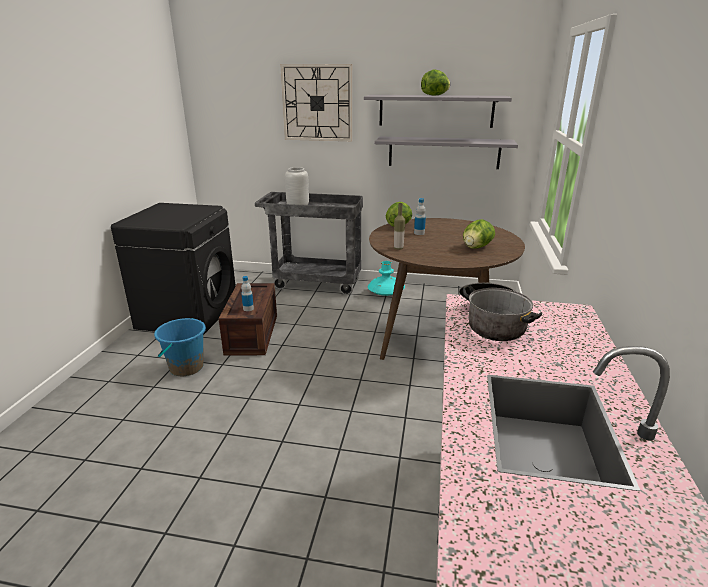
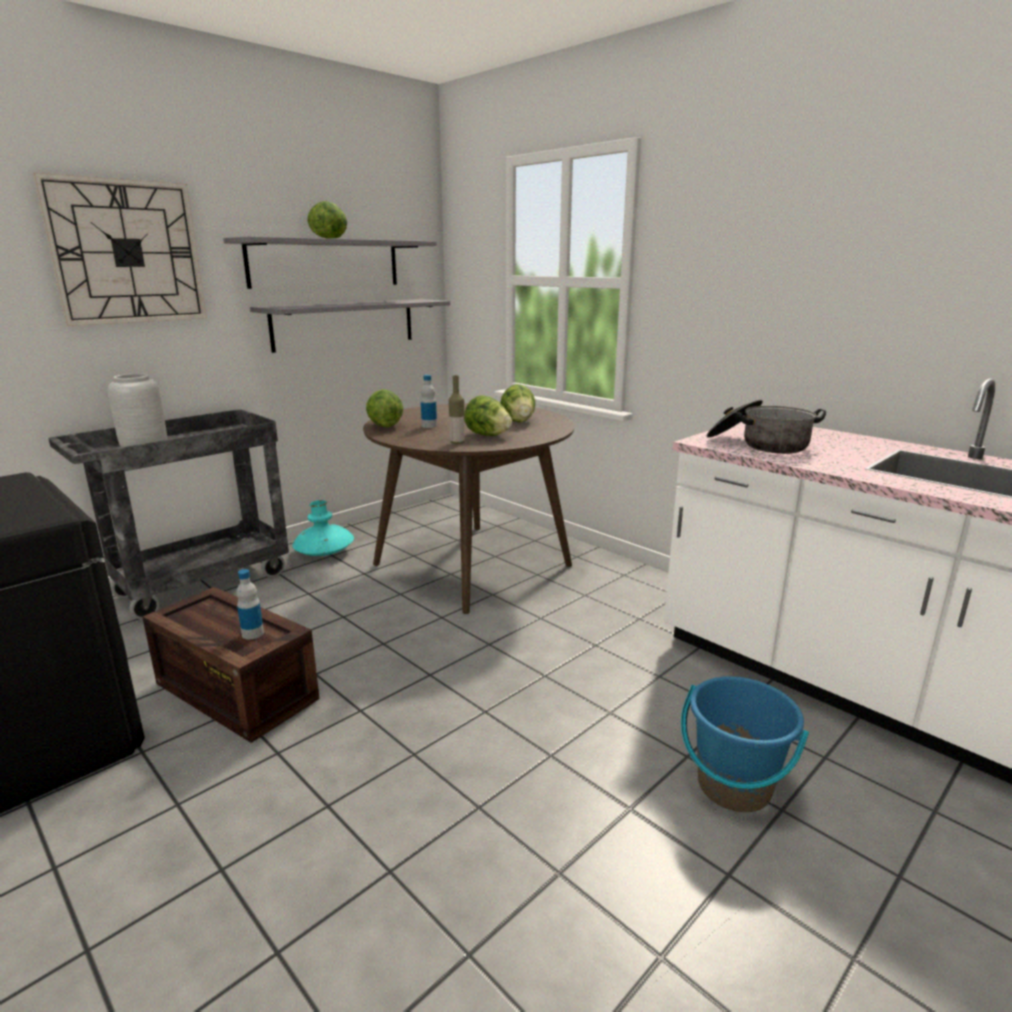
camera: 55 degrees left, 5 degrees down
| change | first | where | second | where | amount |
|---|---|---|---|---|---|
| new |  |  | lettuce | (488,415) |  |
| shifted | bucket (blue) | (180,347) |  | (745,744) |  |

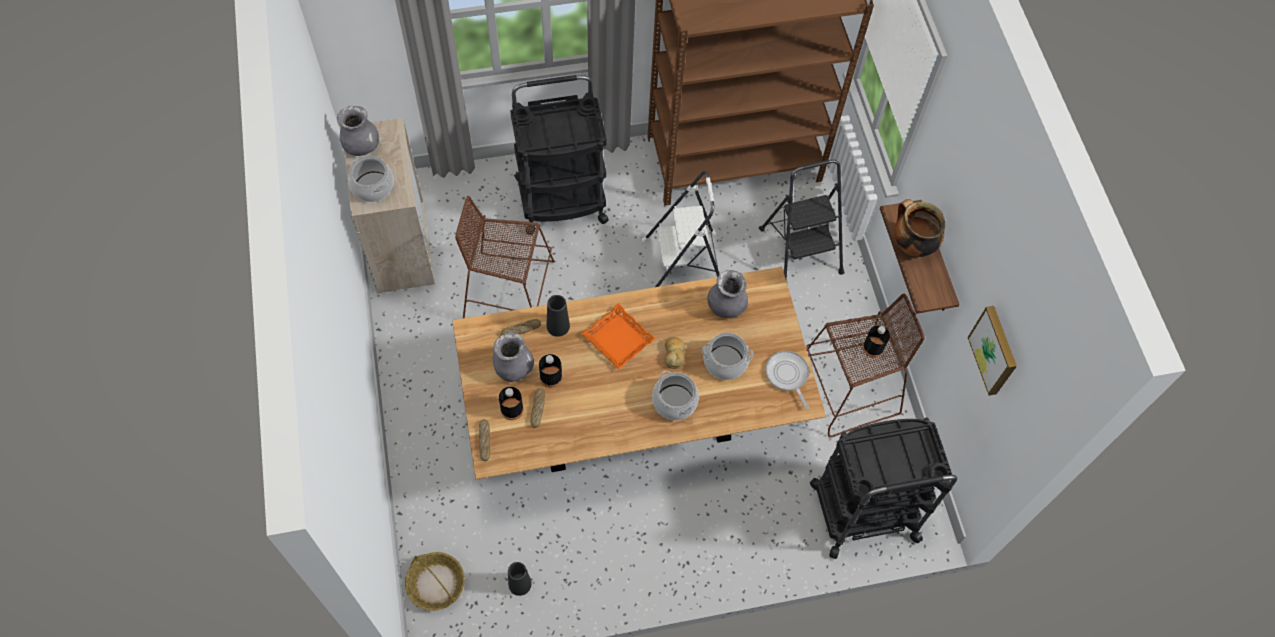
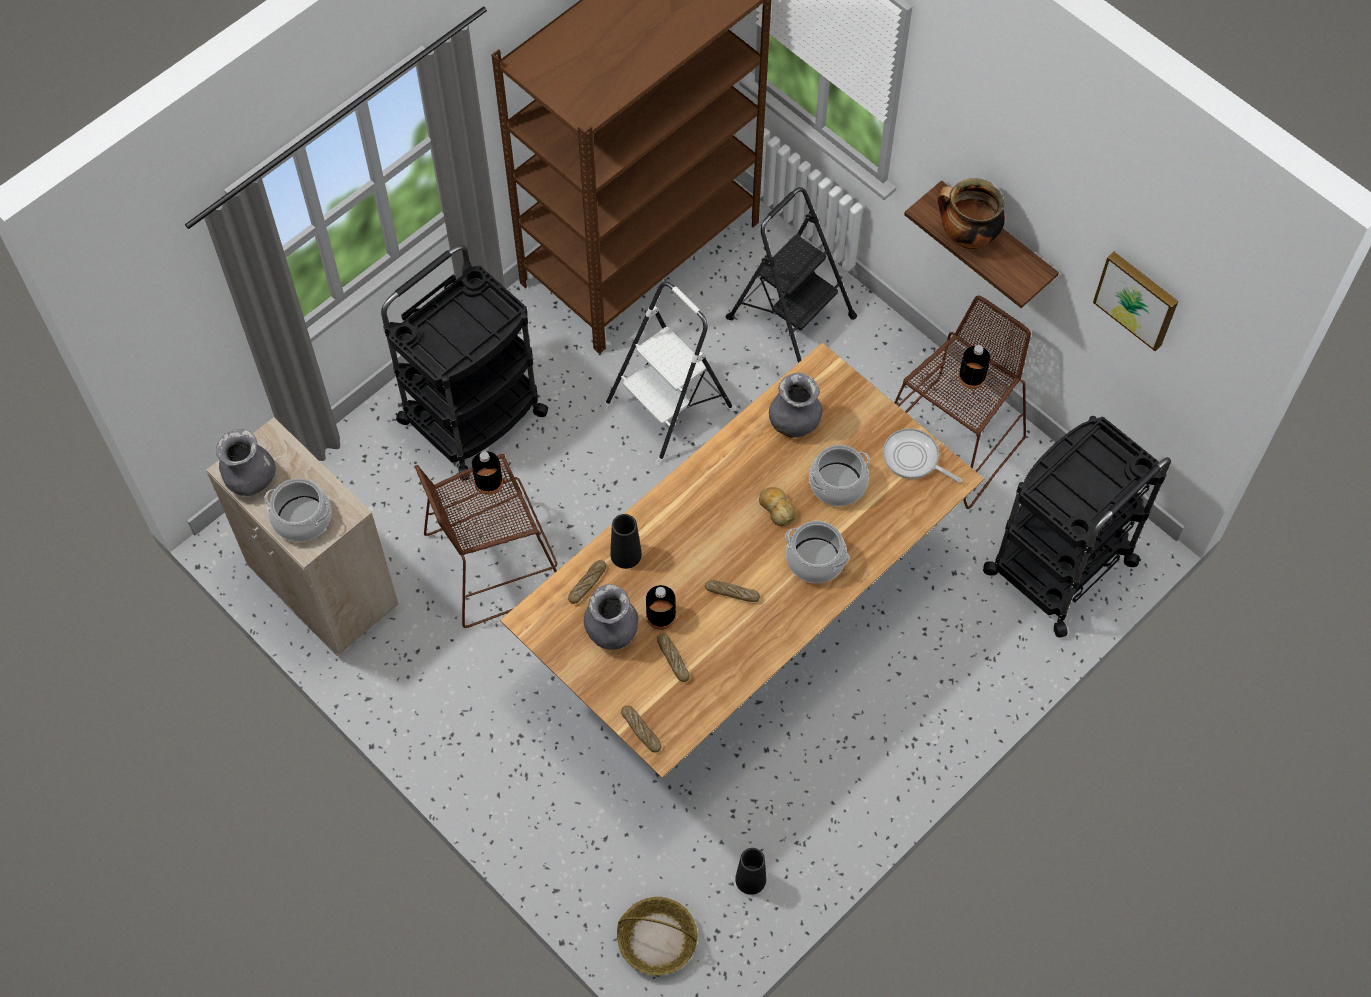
camera: 30 degrees left, 0 degrees up
| change | first | where | second | where | amount |
|---|---|---|---|---|---|
| gone | tray (orange) | (618,336) |  |  |  |
| new |  |  | bread | (732,591) |  |
| shifted | bottle (black) | (511,403) |  | (487,473) |  |

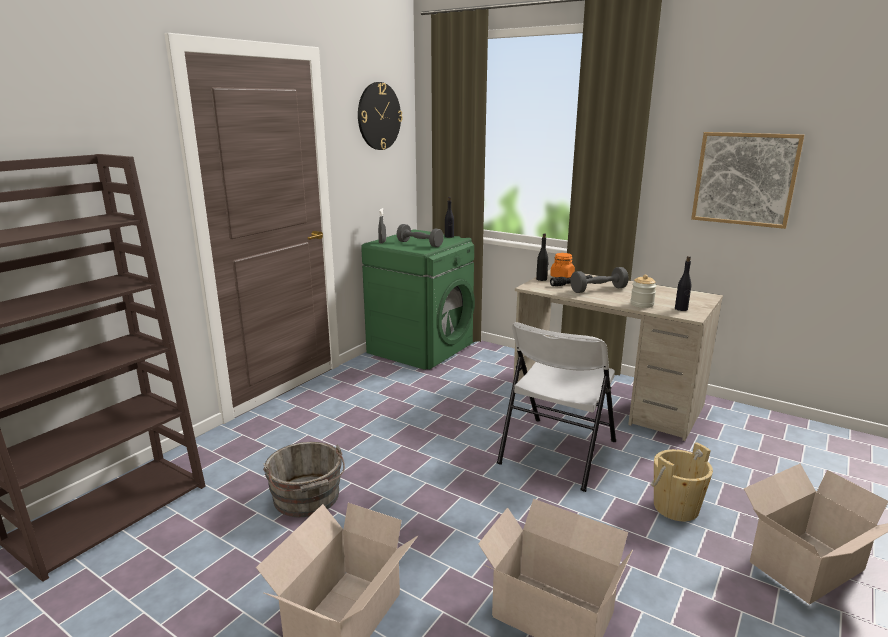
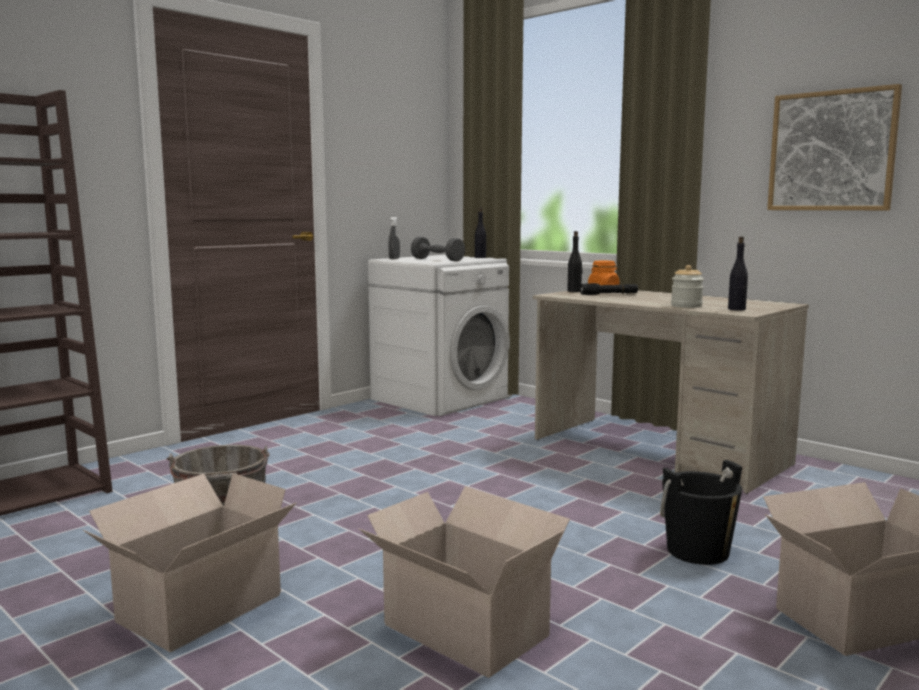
camera: 10 degrees right, 10 degrees down
| change | first | where | second | where | amount |
|---|---|---|---|---|---|
| gone | wall clock | (380,116) |  |  |  |
| gone | chair (white) | (556,407) |  |  |  |
| gone | dumbbell (grey) | (599,280) |  |  |  |
| repainted | washing machine (green) | (418,299) | washing machine (white) | (440,335) |  |
| repainted | bucket (beige) | (682,481) | bucket (black) | (701,512) |  |

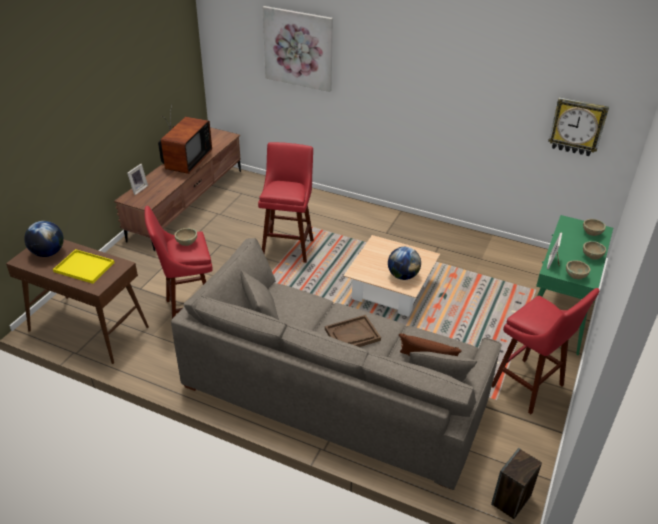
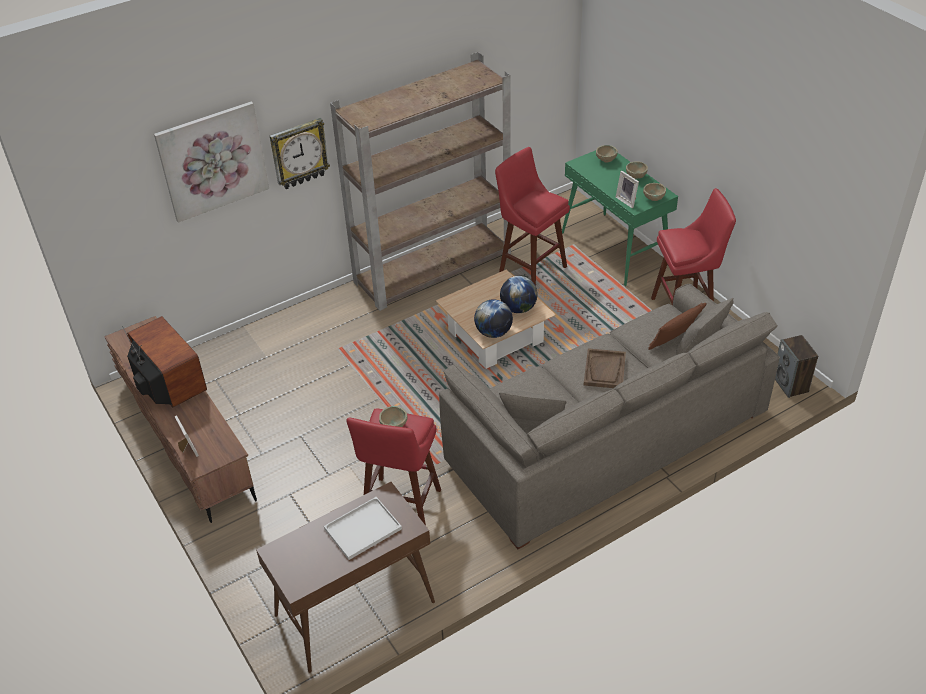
camera: 55 degrees left, 5 degrees up
| change | first | where | second | where | amount |
|---|---|---|---|---|---|
| new |  |  | bookcase (brown) | (420,181) |  |
| shifted | globe | (44,239) |  | (493,318) |  |
| shifted | stool (red) | (286,202) |  | (532,216) |  |
| shifted | wall clock | (578,126) |  | (300,153) |  |
| repainted | tray (yellow) | (84,266) | tray (white) | (363,528) |  |

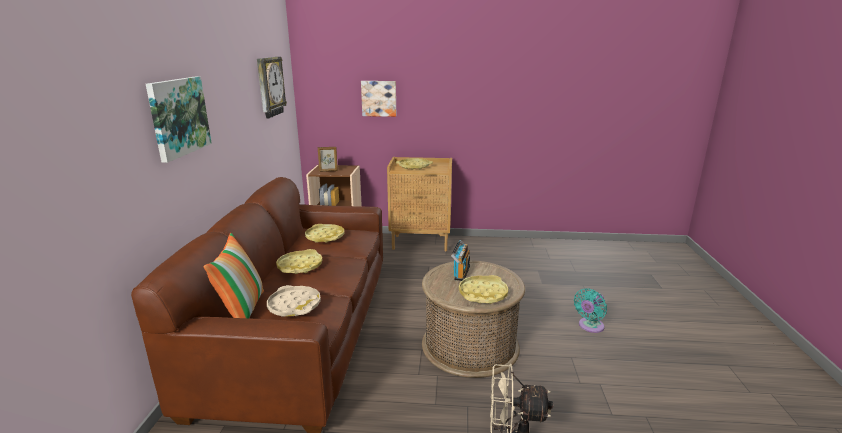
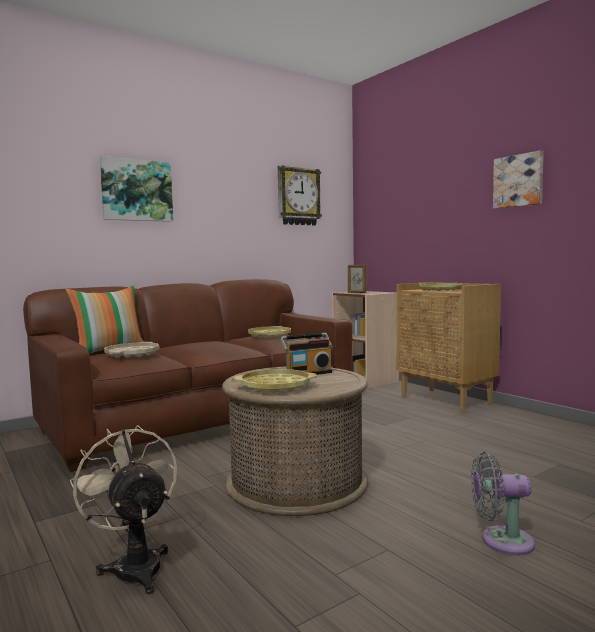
camera: 50 degrees right, 15 degrees down
| change | first | where | second | where | amount |
|---|---|---|---|---|---|
| gone | tray (yellow) | (299,261) |  |  |  |
| shifted | picture | (378,99) |  | (518,179) |  |
| repainted | fan (turquoise) | (590,310) | fan (grey) | (503,503) |  |

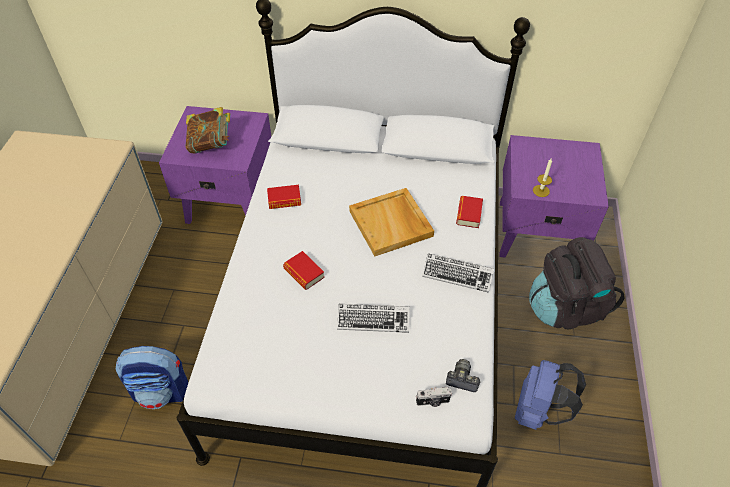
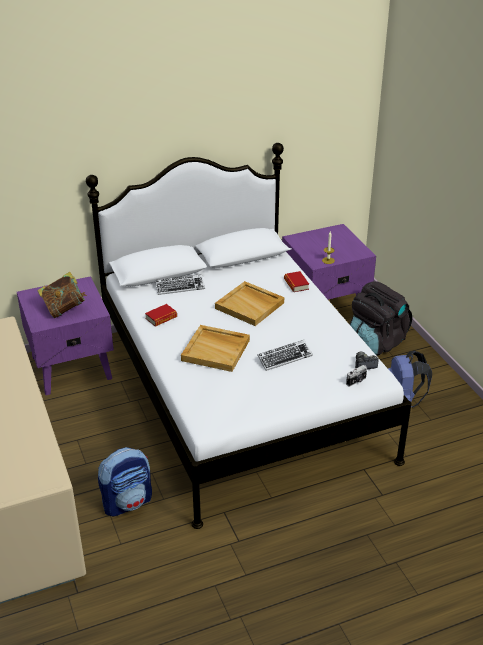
camera: 30 degrees left, 15 degrees down
| change | first | where | second | where | amount |
|---|---|---|---|---|---|
| shifted | keyboard | (458,273) |  | (180,284) |  |
| swapped | book | (304,270) | tray (beige) | (215,348) |  |

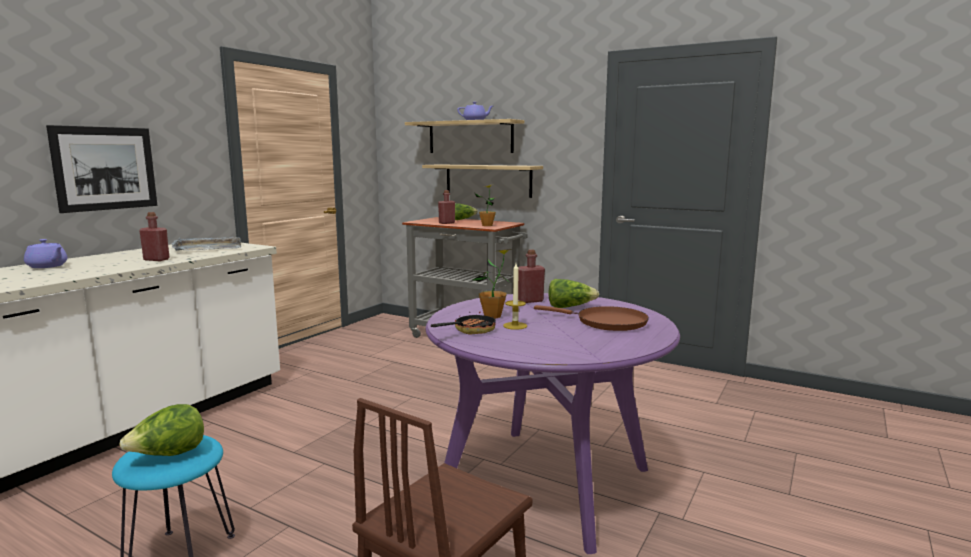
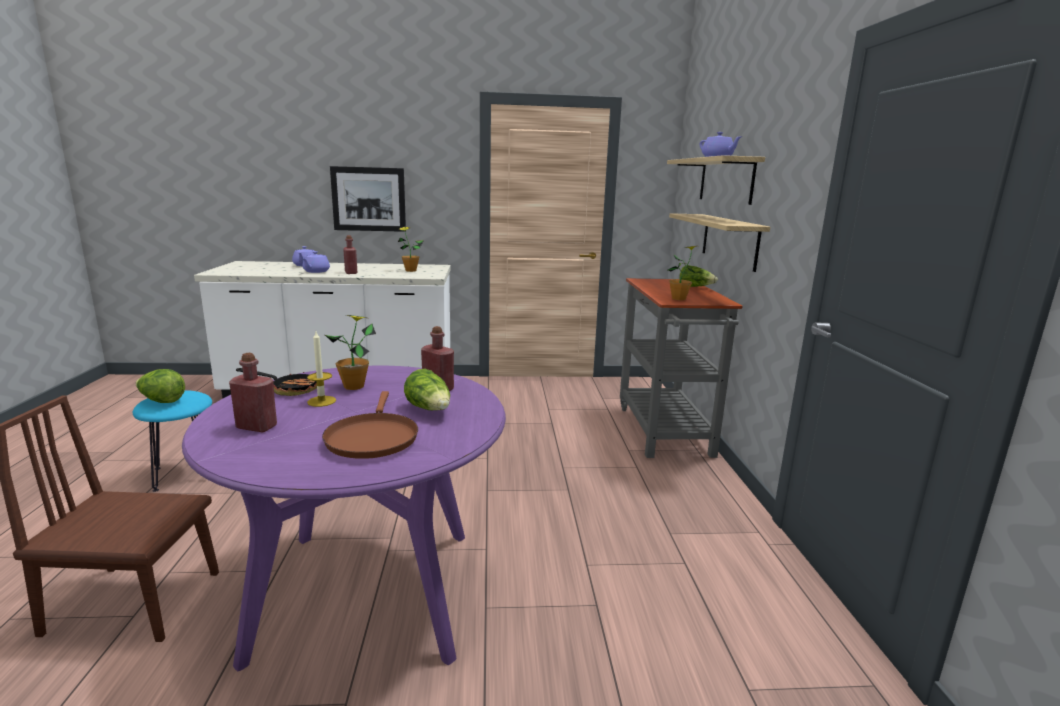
camera: 55 degrees right, 5 degrees up
| change | first | where | second | where | amount |
|---|---|---|---|---|---|
| new |  |  | teapot (purple) | (316,262) |  |
| shifted | bottle (red) | (446,207) |  | (253,392) |  |
| swapped | tray (grey) | (206,244) | potted plant | (411,249) |  |

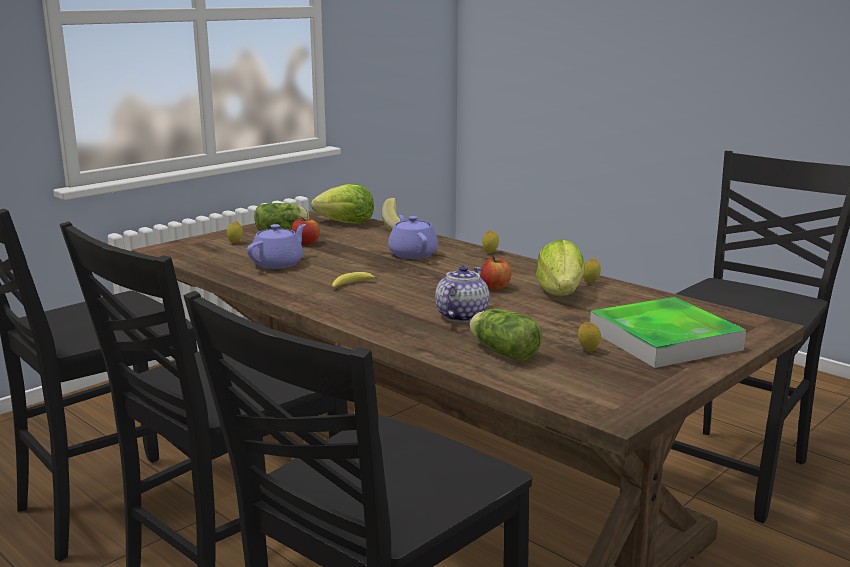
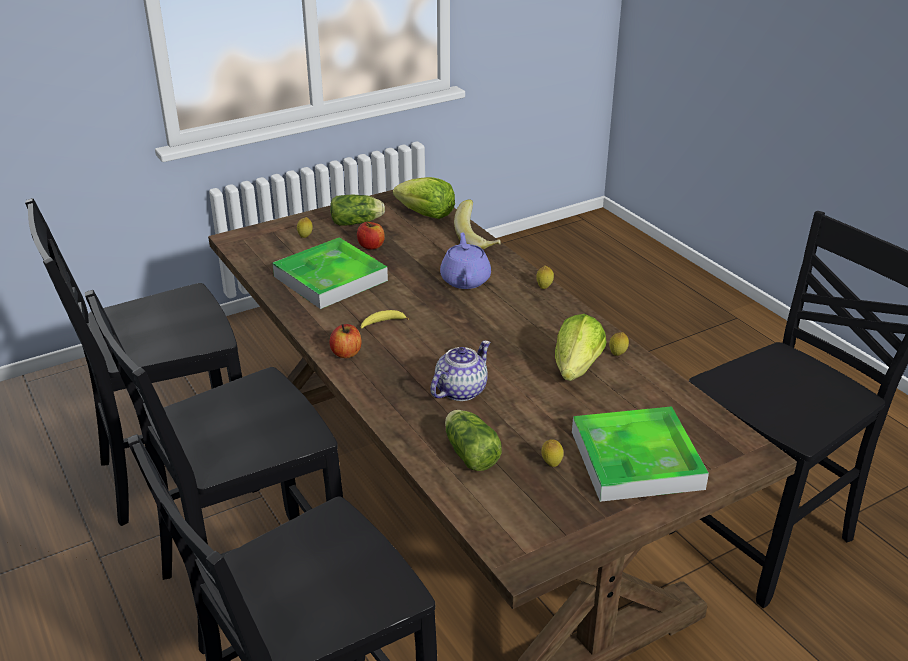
camera: 15 degrees right, 15 degrees up
| change | first | where | second | where | amount |
|---|---|---|---|---|---|
| shifted | apple | (496,273) |  | (345,341) |  |
| swapped | teapot (purple) | (276,246) | tray | (330,273) |  |

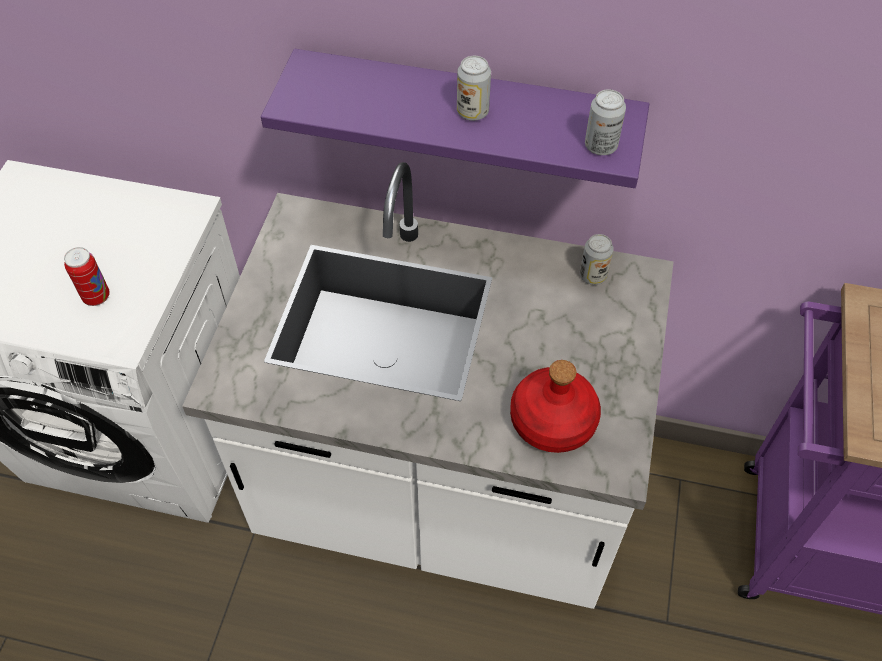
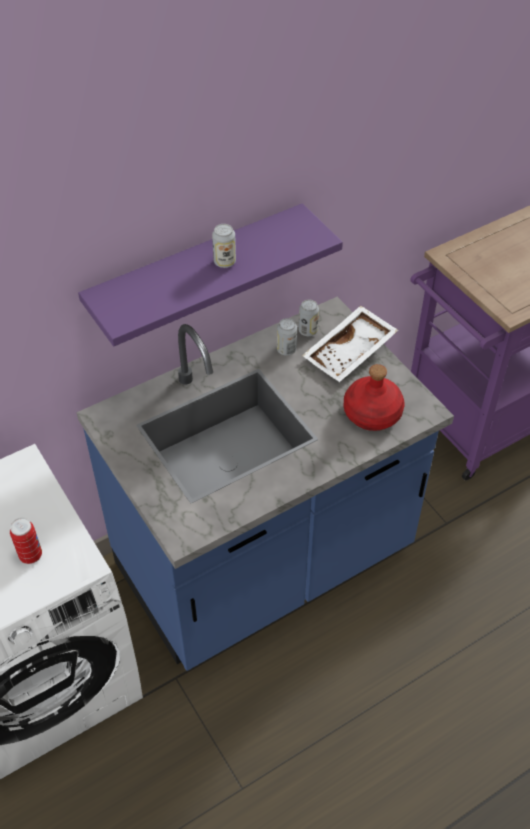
camera: 45 degrees left, 5 degrees down
| change | first | where | second | where | amount |
|---|---|---|---|---|---|
| new |  |  | tray (white) | (350,344) |  |
| shifted | can | (605,122) |  | (287,337) |  |
| repainted | counter (white) | (428,385) | counter (blue) | (265,484) |  |

